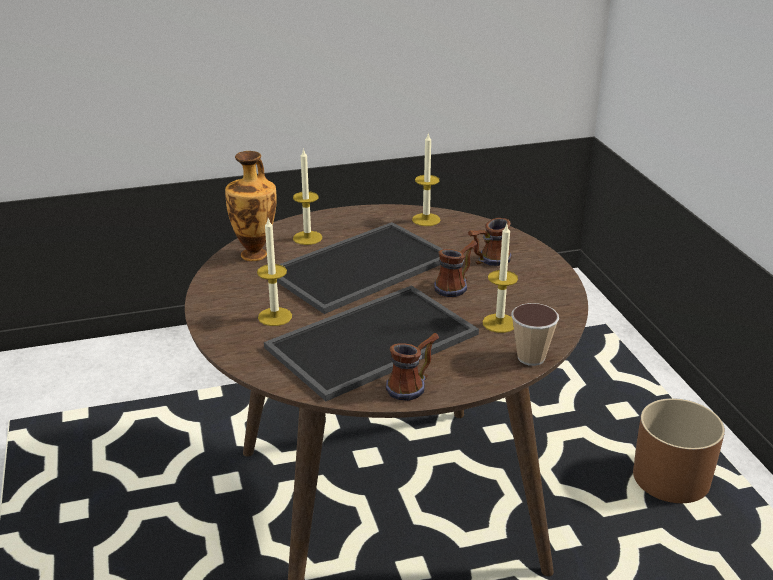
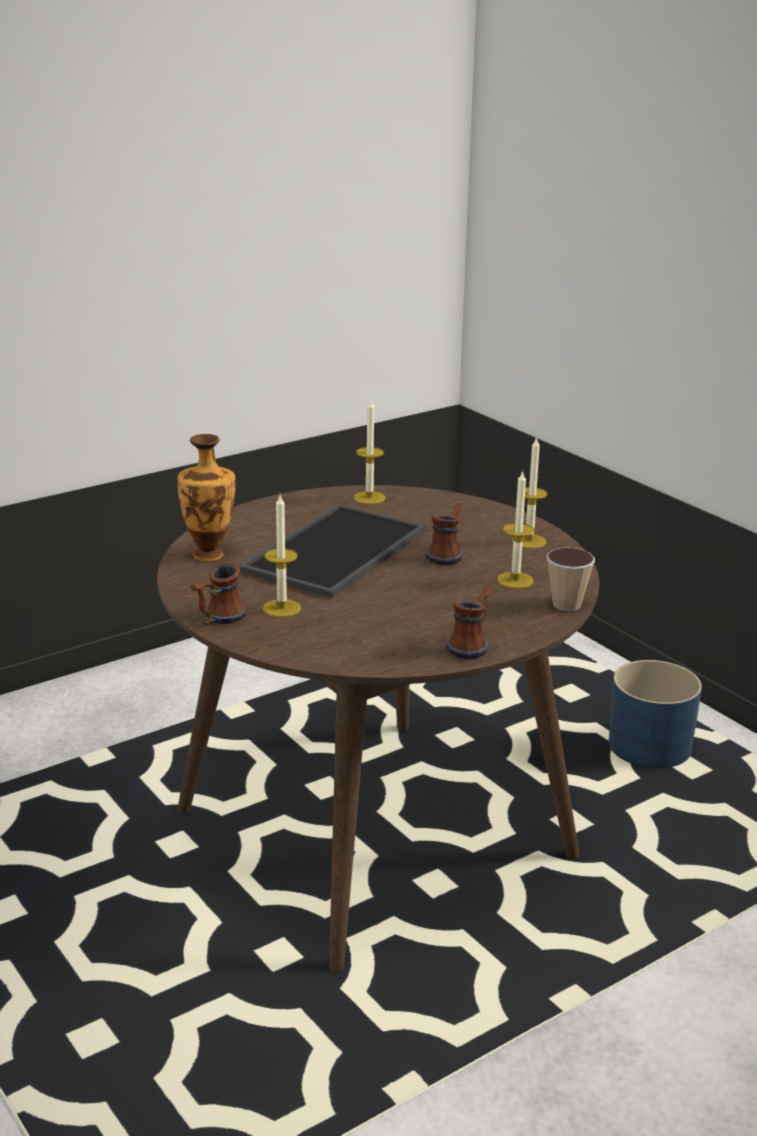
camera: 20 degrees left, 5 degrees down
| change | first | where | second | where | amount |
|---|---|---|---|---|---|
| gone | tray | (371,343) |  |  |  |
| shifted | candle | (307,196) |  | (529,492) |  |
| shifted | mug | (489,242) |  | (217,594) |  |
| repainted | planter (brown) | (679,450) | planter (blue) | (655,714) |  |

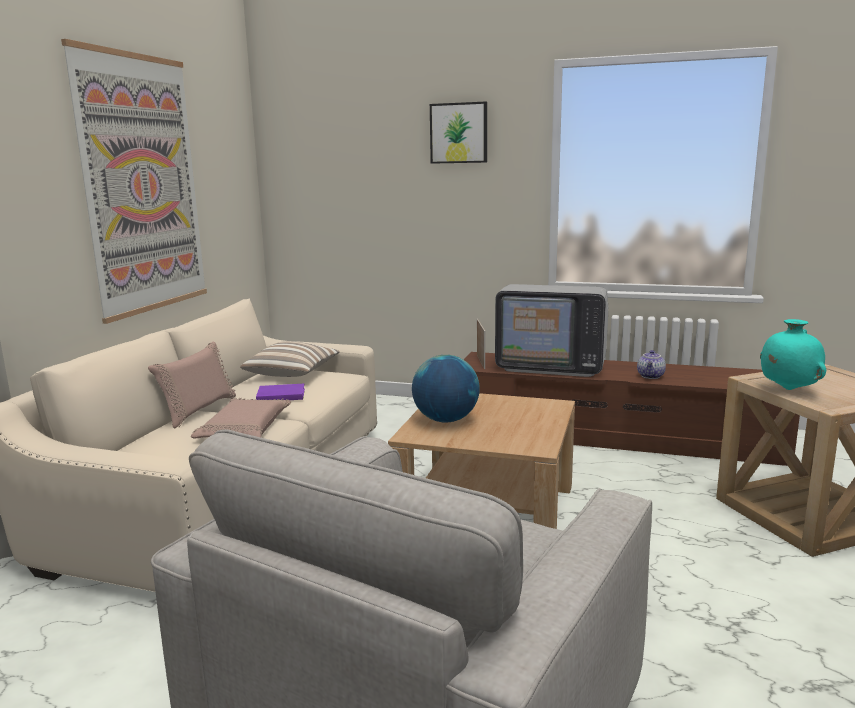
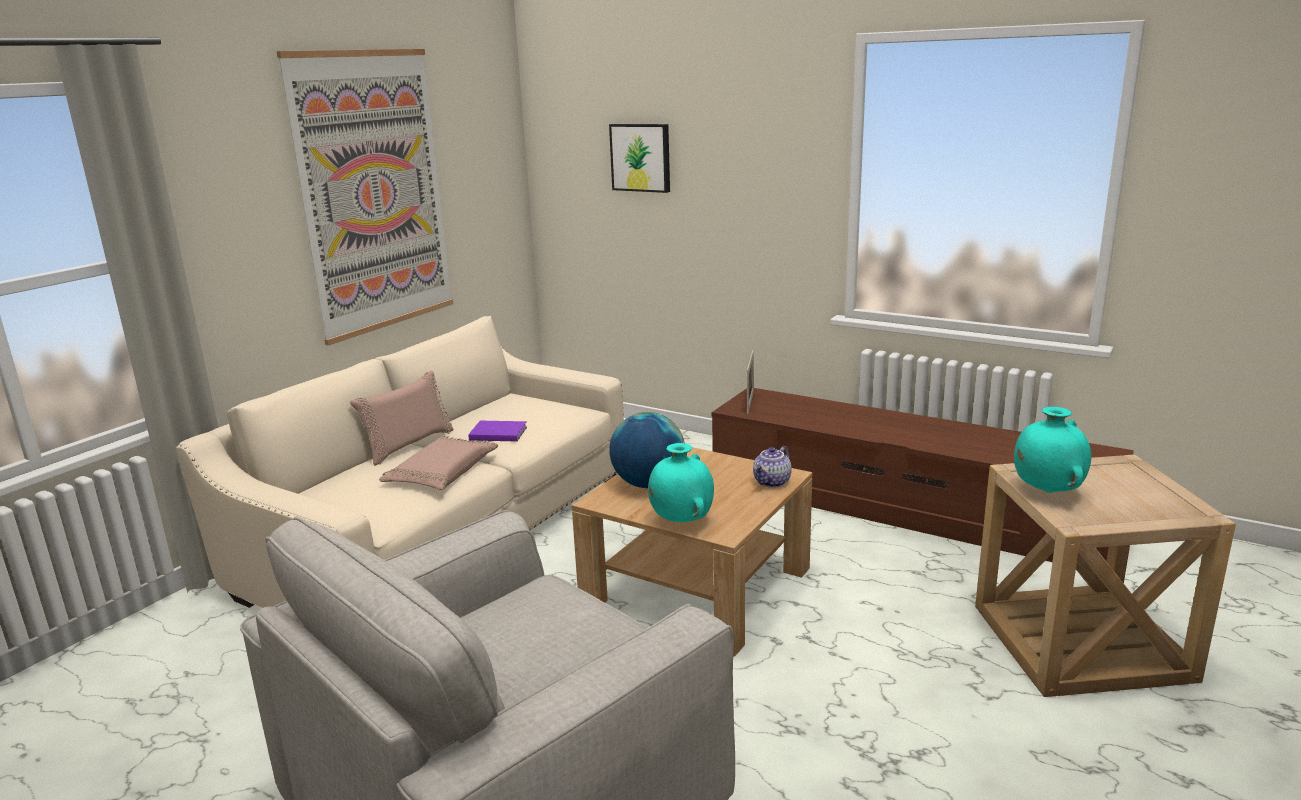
camera: 15 degrees right, 5 degrees up
| change | first | where | second | where | amount |
|---|---|---|---|---|---|
| gone | pillow | (290,359) |  |  |  |
| gone | television | (551,330) |  |  |  |
| new |  |  | vase (turquoise) | (681,483) |  |
| shifted | picture | (458,133) |  | (639,158) |  |
| shifted | teapot | (651,364) |  | (772,467) |  |

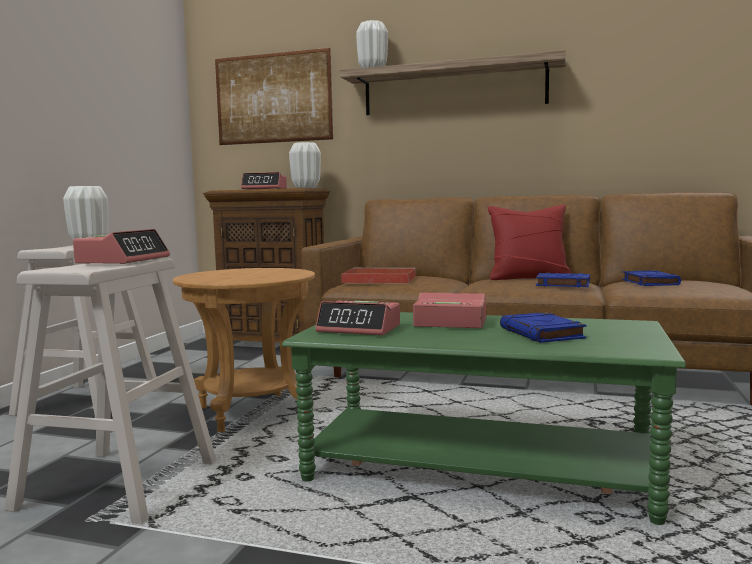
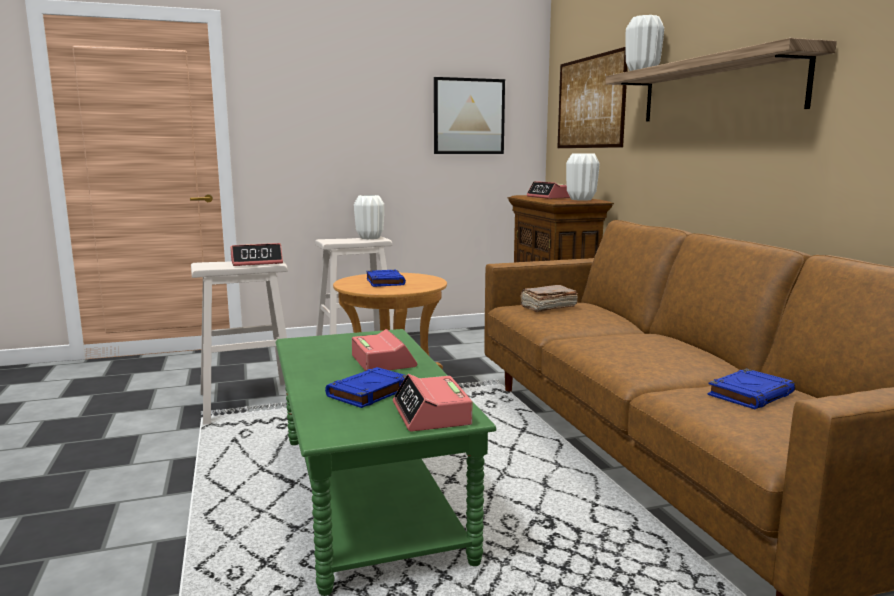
camera: 55 degrees right, 5 degrees up
| change | first | where | second | where | amount |
|---|---|---|---|---|---|
| gone | pillow (red) | (529,242) |  |  |  |
| new |  |  | picture | (469,115) |  |
| shifted | alarm clock | (357,318) |  | (432,402) |  |
| shifted | book (blue) | (563,280) |  | (386,278) |  |
| swapped | tray (red) | (378,276) | book (brown) | (549,298) |  |

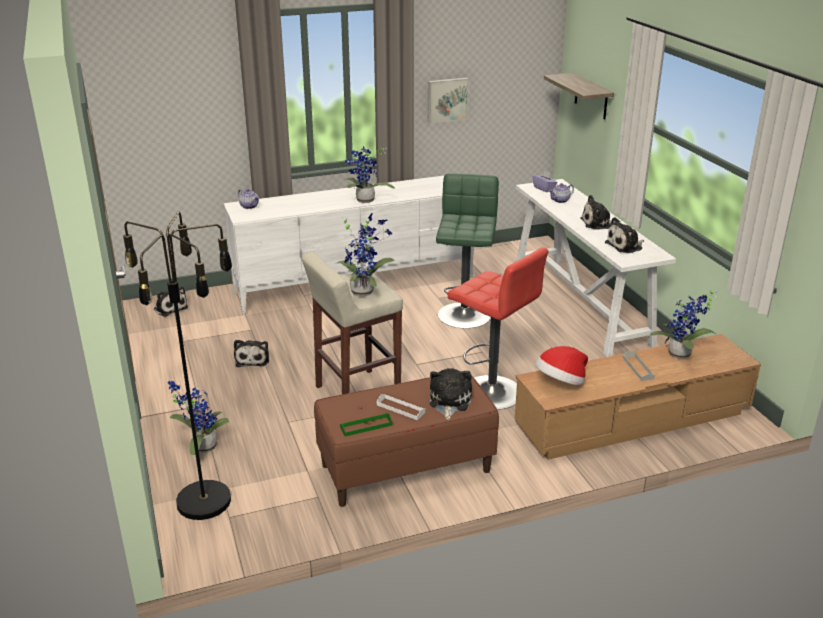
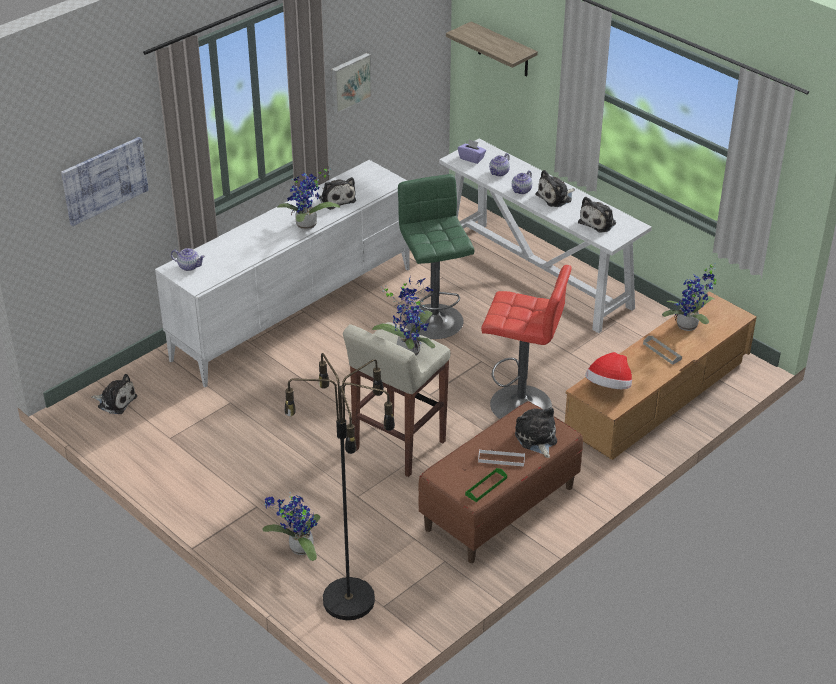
camera: 25 degrees left, 10 degrees up
| change | first | where | second | where | amount |
|---|---|---|---|---|---|
| new |  |  | picture | (105,181) |  |
| new |  |  | teapot | (522,182) |  |
| shifted | plush toy | (251,353) |  | (337,193) |  |

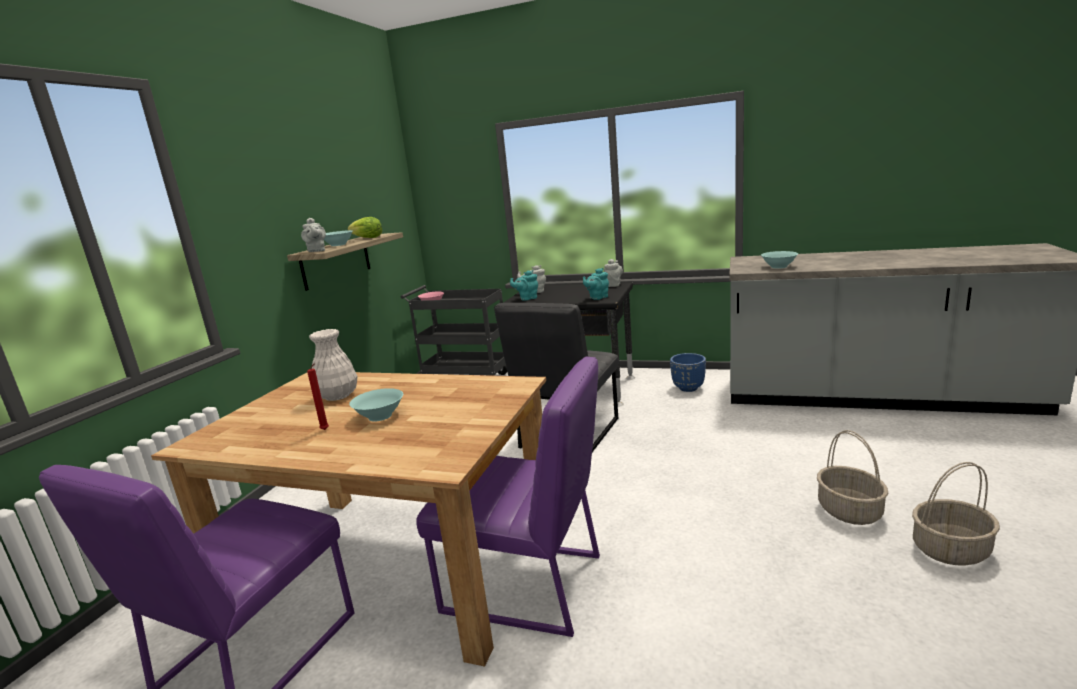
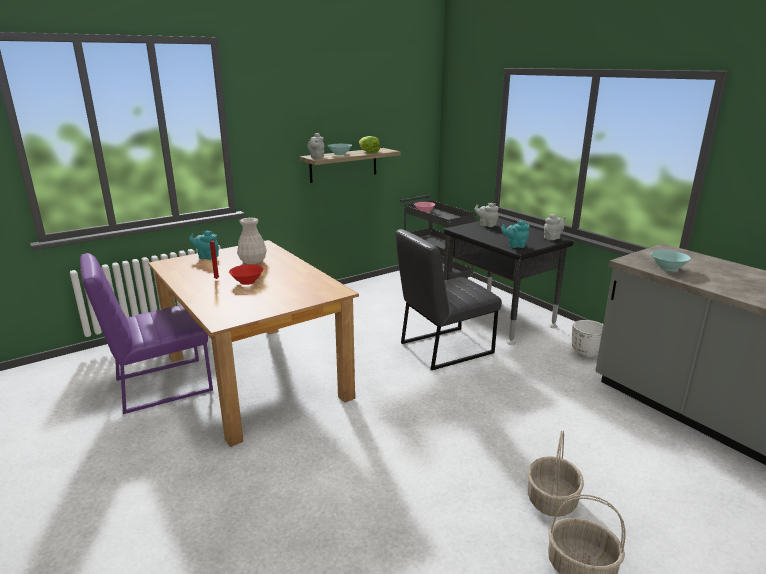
camera: 35 degrees right, 5 degrees up
| change | first | where | second | where | amount |
|---|---|---|---|---|---|
| gone | chair (purple) | (508,497) |  |  |  |
| shifted | teapot (turquoise) | (524,285) |  | (204,245) |  |
| repainted | bowl (turquoise) | (376,404) | bowl (red) | (246,275) |  |
| repainted | planter (blue) | (688,372) | planter (white) | (587,339) |  |

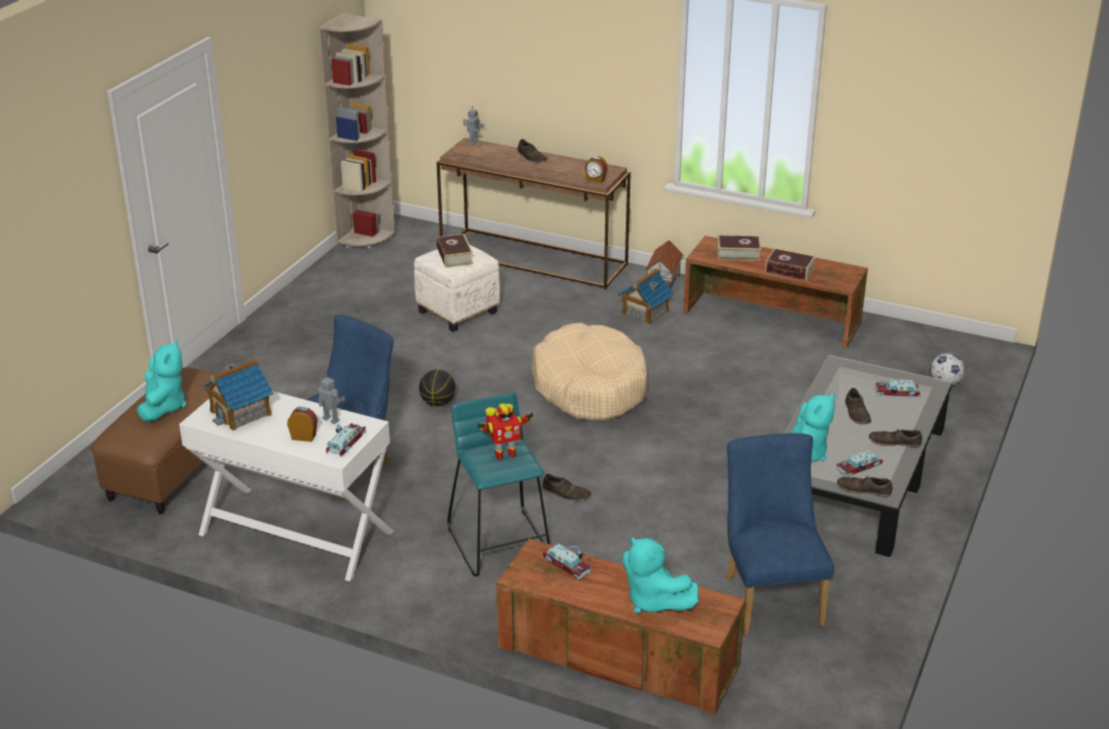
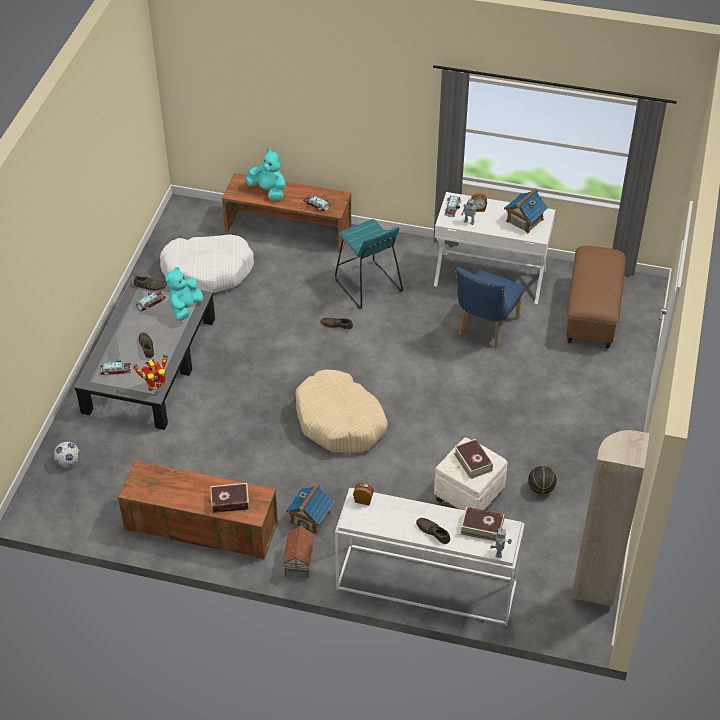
camera: 170 degrees right, 15 degrees up
| change | first | where | second | where | amount |
|---|---|---|---|---|---|
| gone | plush toy (turquoise) | (161,381) |  |  |  |
| gone | shoe (brown) | (895,438) |  |  |  |
| shifted | basketball | (437,388) |  | (542,480) |  |
| shifted | toy robot | (505,431) |  | (150,373) |  |
| shifted | book | (790,264) |  | (482,523) |  |
| swapped | chair (blue) | (780,534) | dog bed (white) | (207,263) |  |
| repainted | console table (brown) | (534,214) | console table (white) | (430,557) |  |

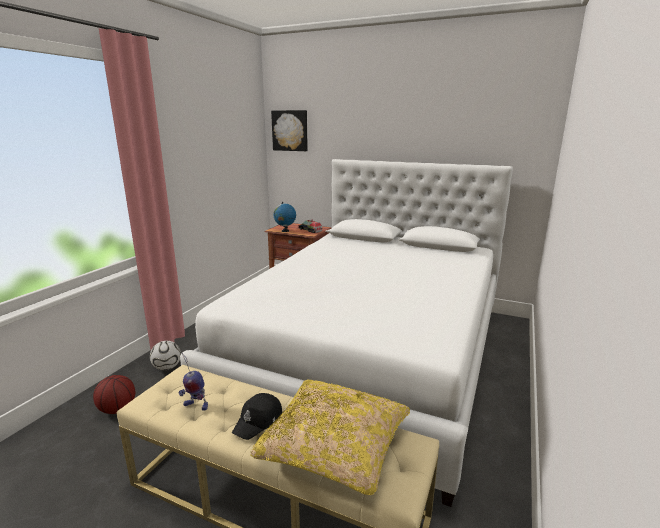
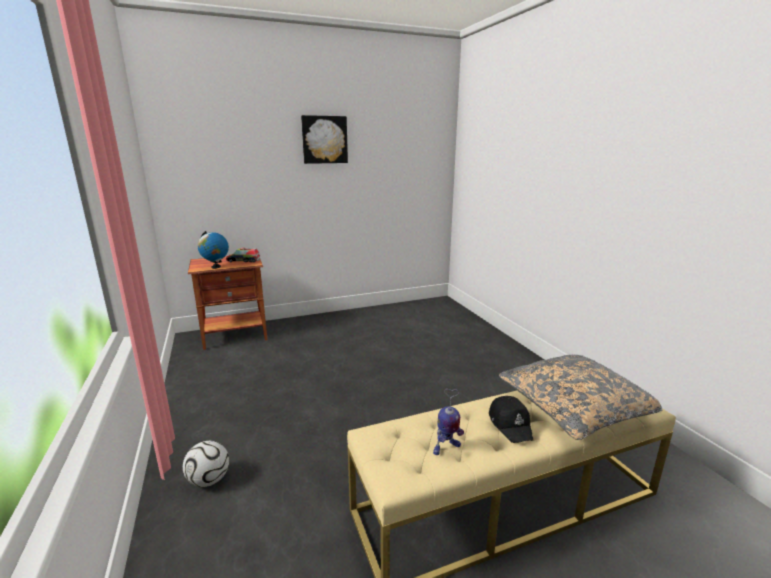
camera: 45 degrees left, 0 degrees up
| change | first | where | second | where | amount |
|---|---|---|---|---|---|
| gone | basketball | (114,394) |  |  |  |
| gone | bed (white) | (346,333) |  |  |  |
| shifted | picture | (289,130) |  | (324,139) |  |
| repainted | pillow (yellow) | (330,438) | pillow (grey) | (581,397) |  |

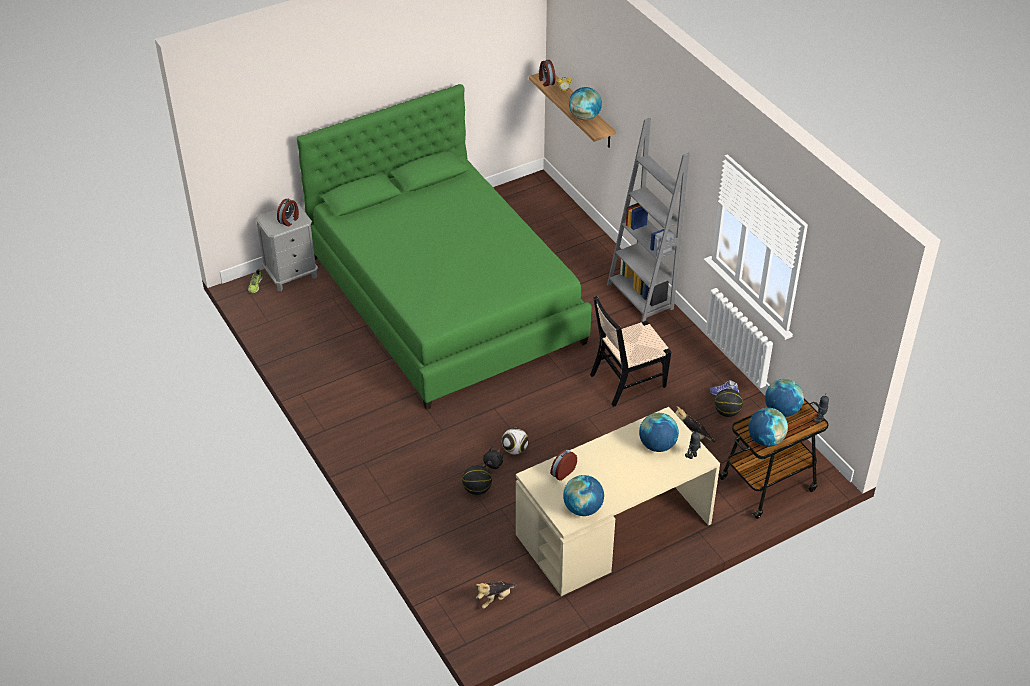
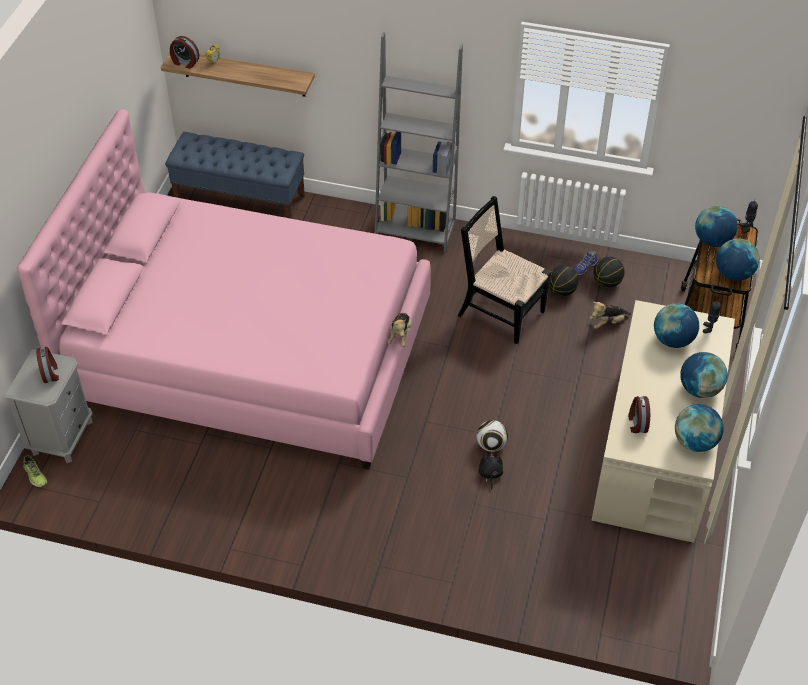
camera: 45 degrees left, 5 degrees up
| change | first | where | second | where | amount |
|---|---|---|---|---|---|
| new |  |  | bench (blue) | (235,175) |  |
| shifted | basketball | (477,480) |  | (564,280) |  |
| shifted | plush toy | (496,595) |  | (399,330) |  |
| shifted | globe | (585,103) |  | (704,375) |  |
| repainted | bed (green) | (444,247) | bed (pink) | (224,289) |  |
| rotated | chair | (630,351) |  | (504,270) | 105 degrees clockwise |

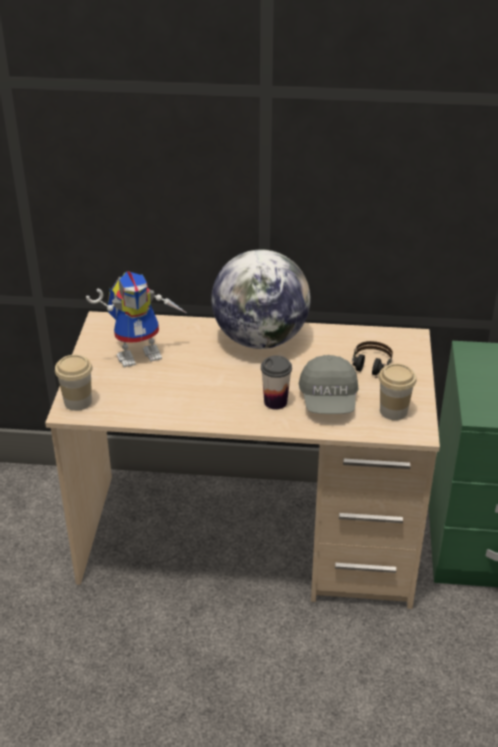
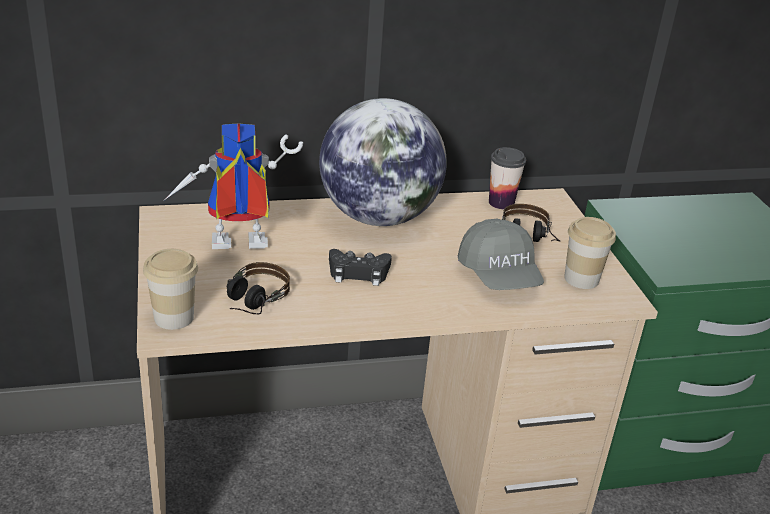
camera: 20 degrees left, 5 degrees down
| change | first | where | second | where | amount |
|---|---|---|---|---|---|
| new |  |  | headphones | (258,288) |  |
| new |  |  | game controller (black) | (360,267) |  |
| shifted | cup | (276,382) |  | (507,178) |  |
| rotated | toy robot | (137,319) |  | (234,186) | 150 degrees counterclockwise |

